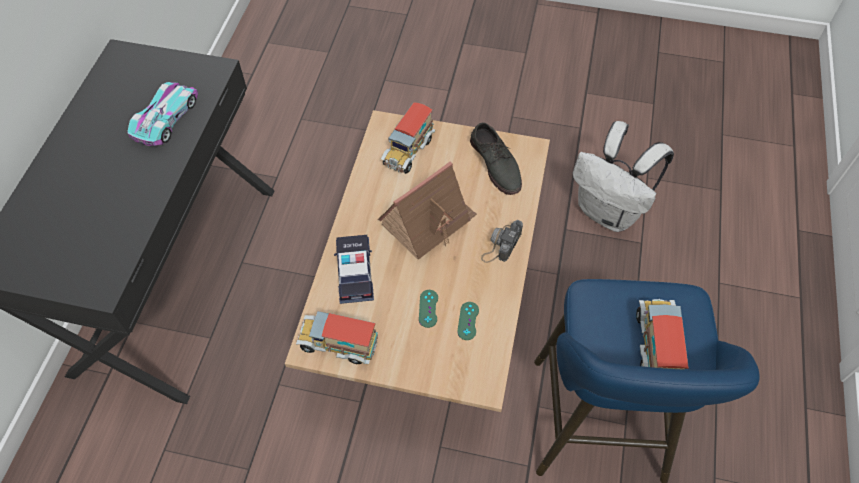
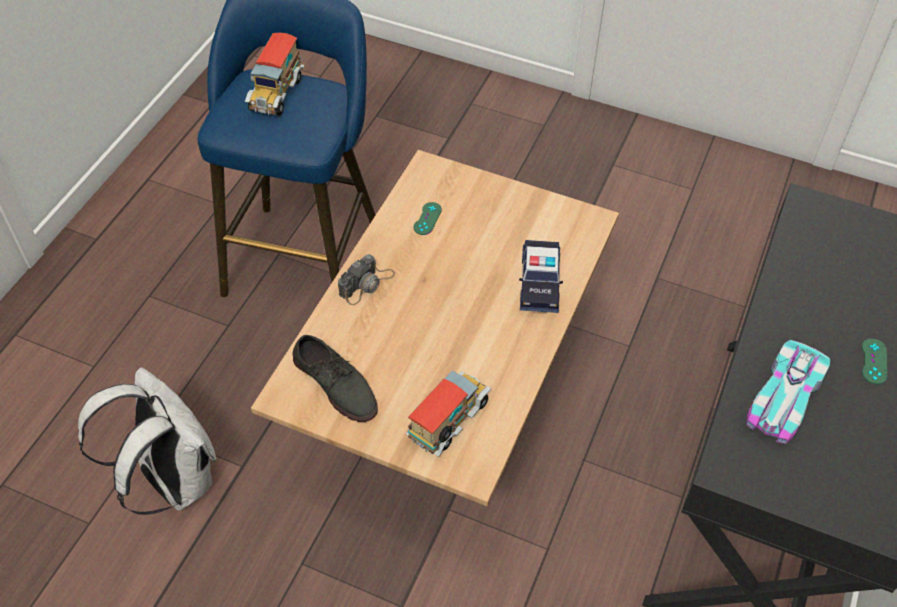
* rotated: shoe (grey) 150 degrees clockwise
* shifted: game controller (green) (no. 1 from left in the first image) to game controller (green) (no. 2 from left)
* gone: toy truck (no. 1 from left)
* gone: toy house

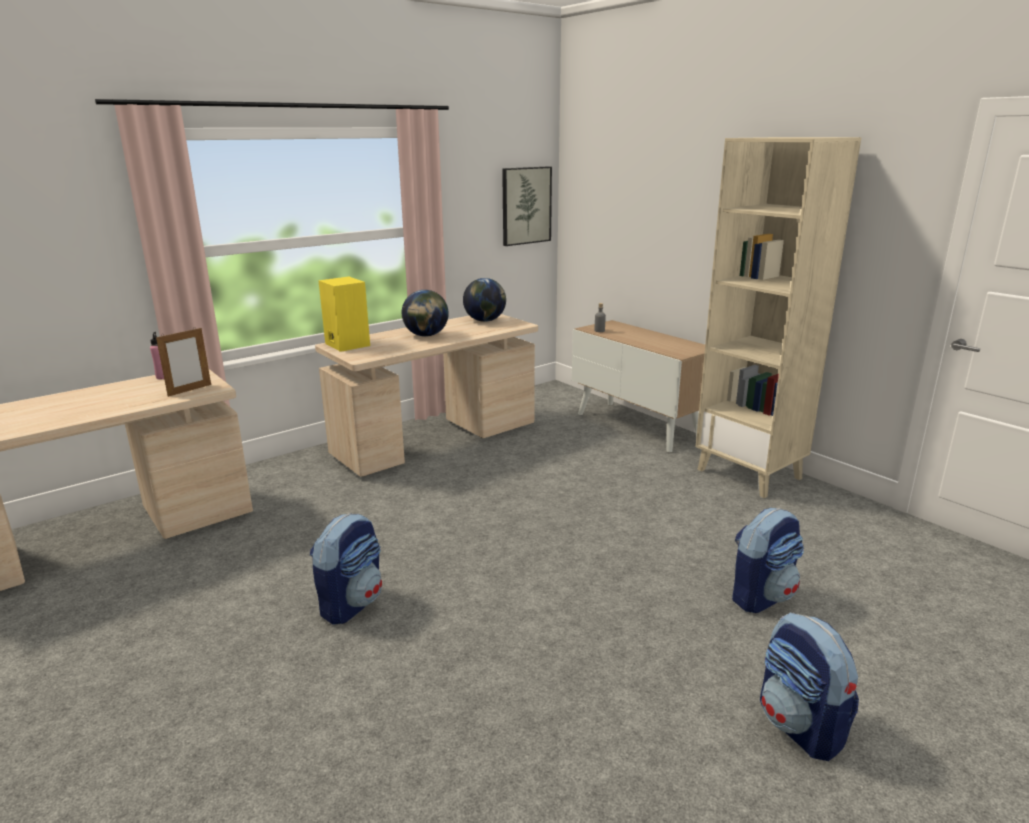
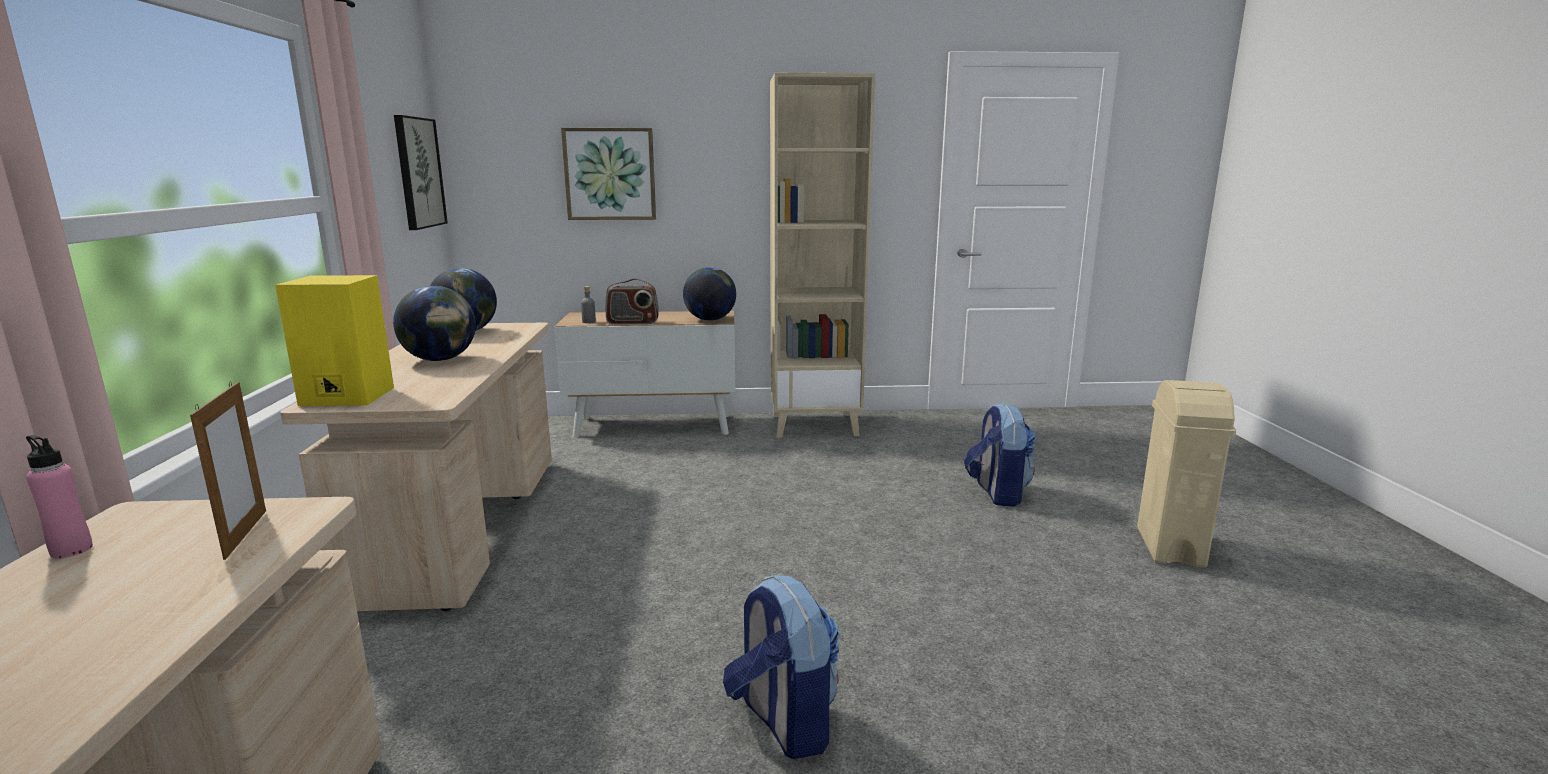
* new: picture (no. 2 from left)
* new: radio
* new: globe (no. 3 from left)
* swapped: backpack (no. 3 from left) to trash can (beige)

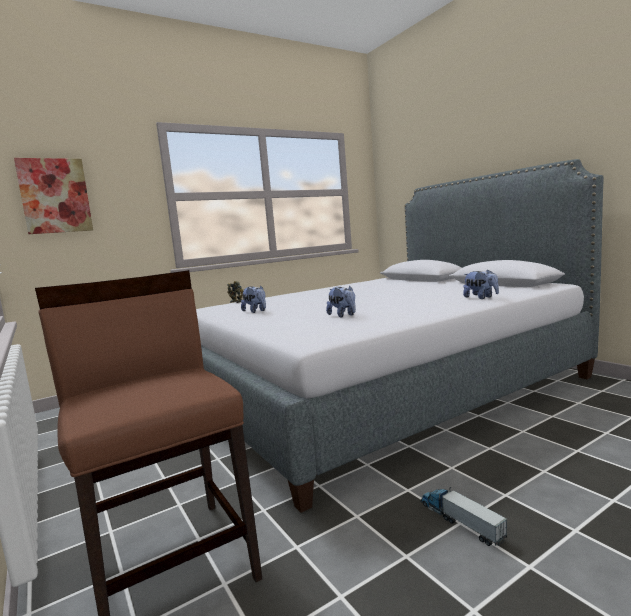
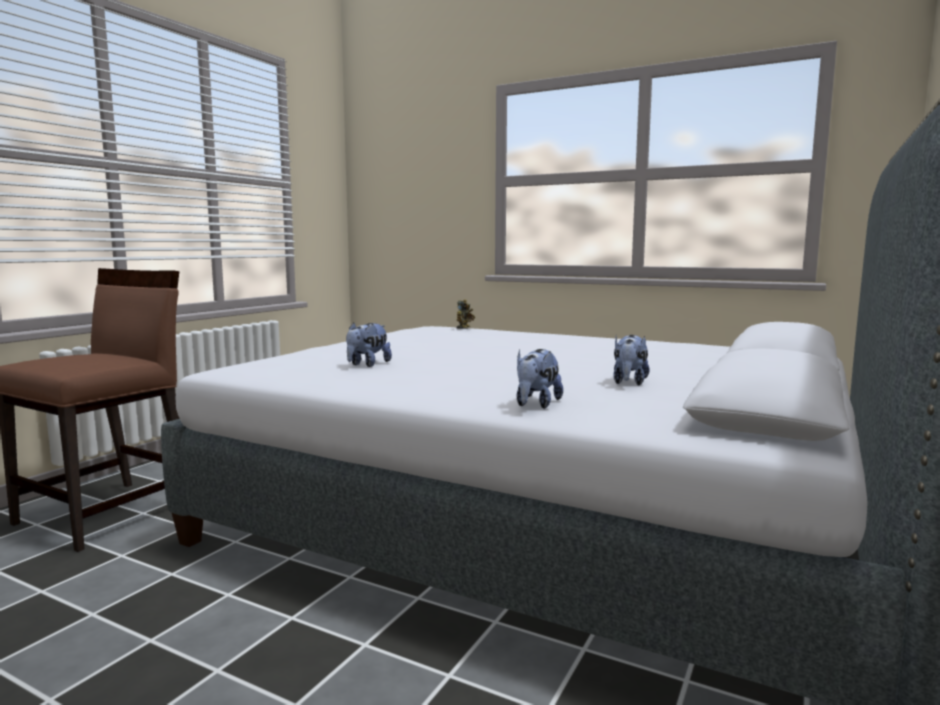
* shifted: plush toy (no. 1 from left in the first image) to plush toy (no. 3 from left)
* gone: picture
* gone: toy truck

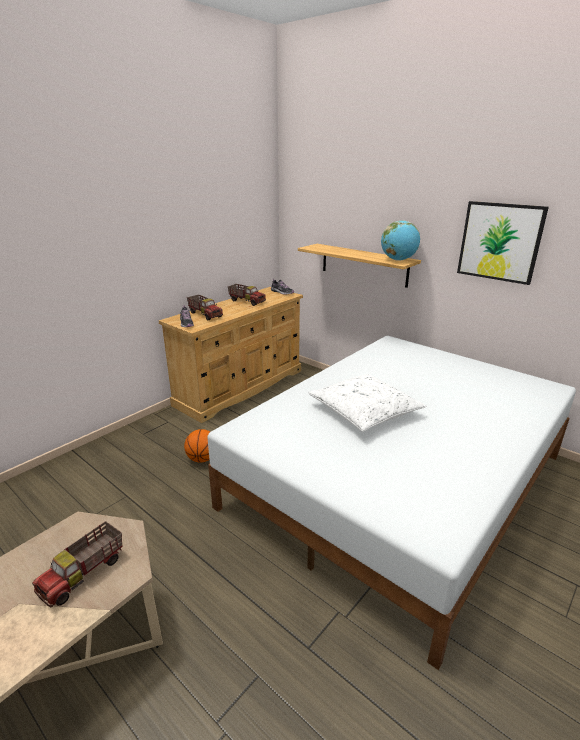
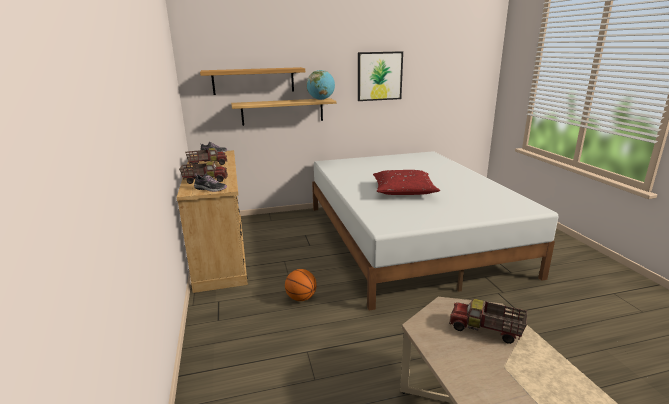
* new: shelf (no. 1 from left)
* repainted: pillow (white) to pillow (red)
* rotated: toy truck (no. 1 from left in the first image) 135 degrees clockwise

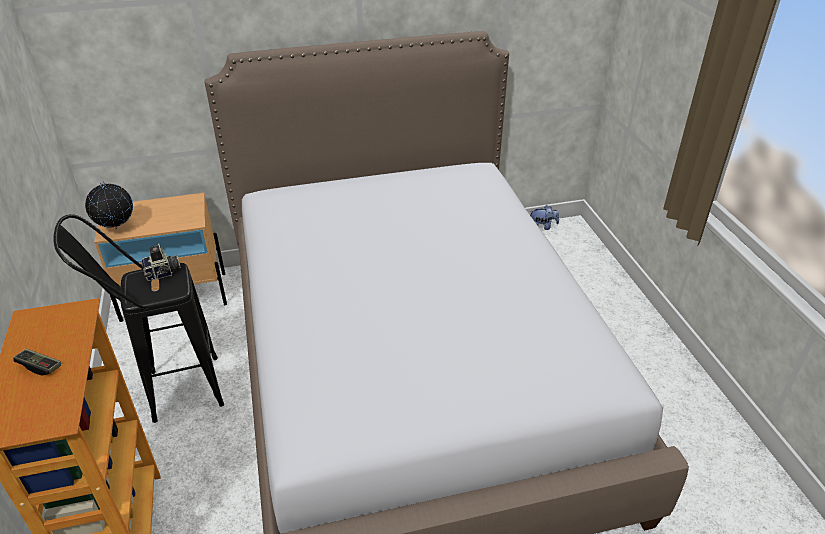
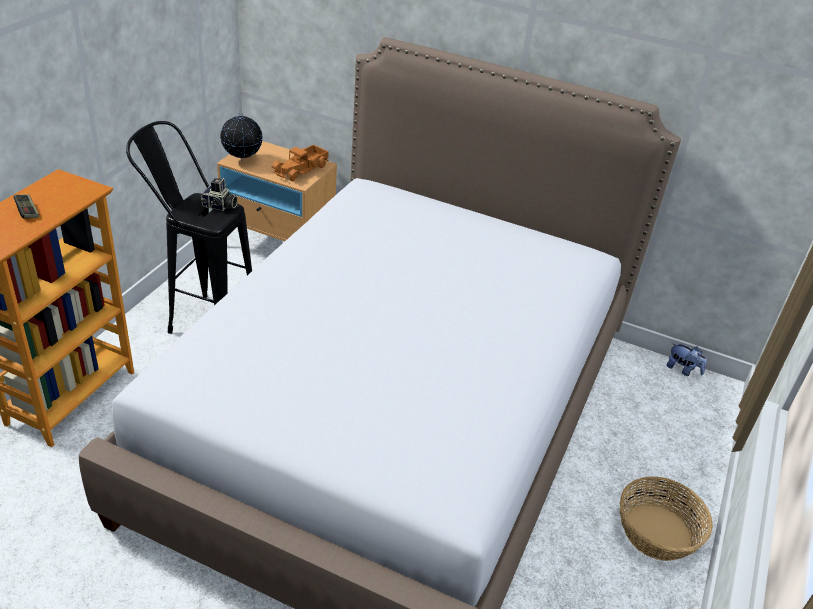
* new: toy truck
* new: basket

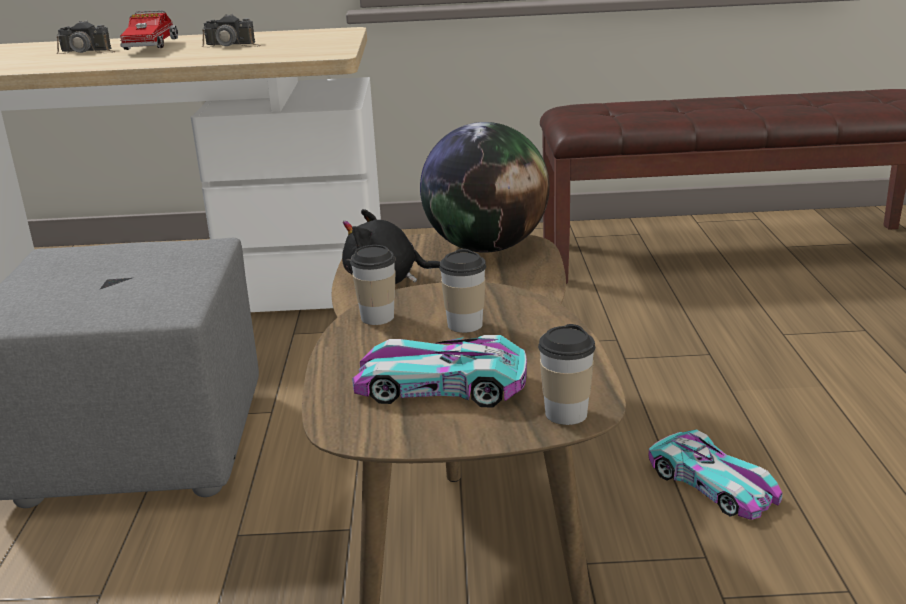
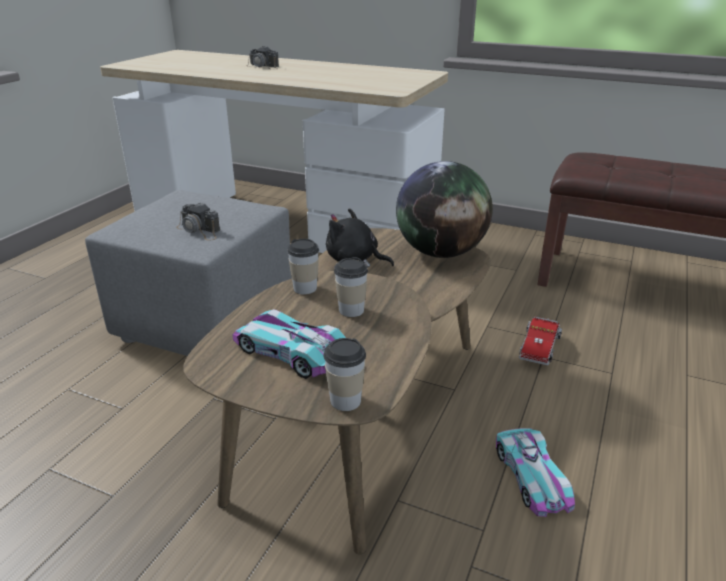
* shifted: photo camera (no. 2 from left in the first image) to photo camera (no. 1 from left)
* shifted: toy truck

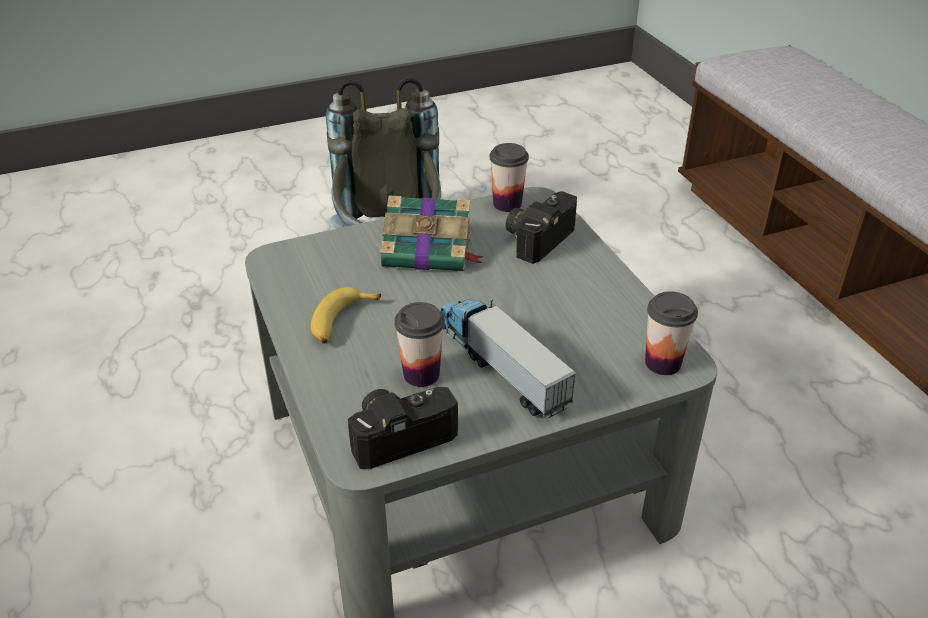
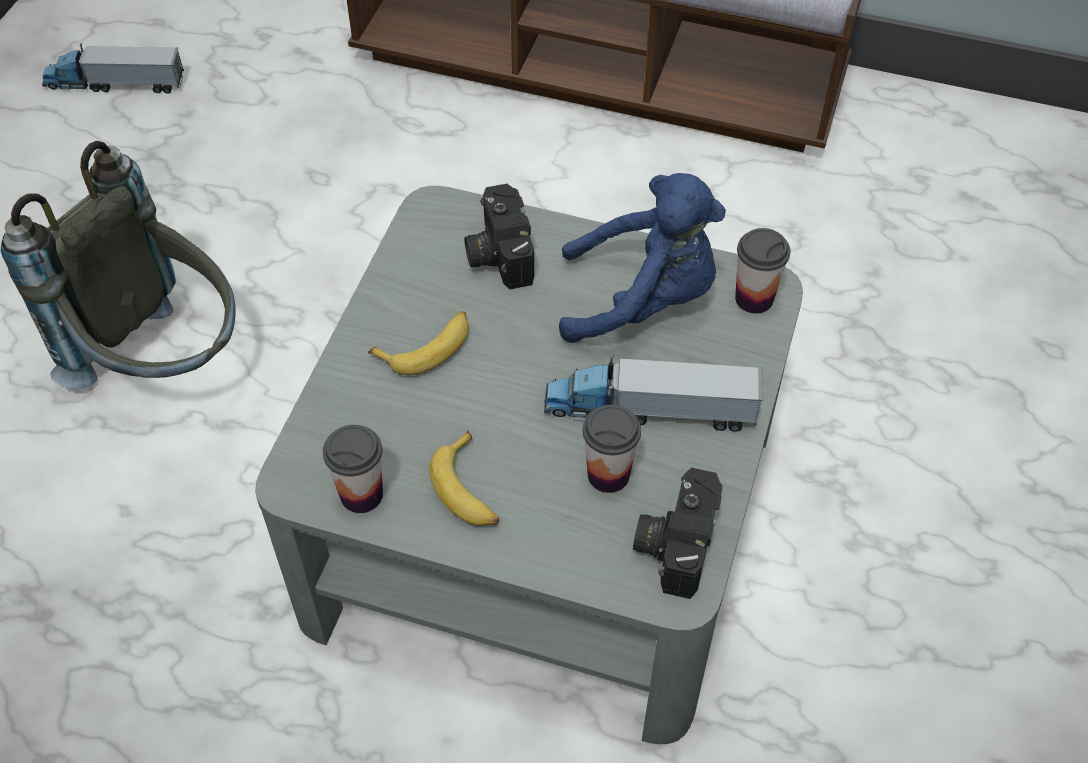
* new: toy truck (no. 1 from left)
* shifted: cup (no. 2 from left in the first image) to cup (no. 1 from left)
* swapped: book to banana (no. 1 from left)
* new: plush toy (blue)

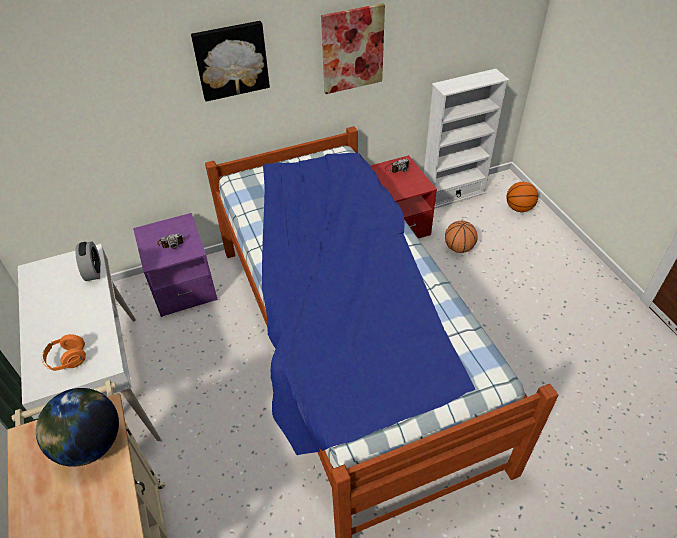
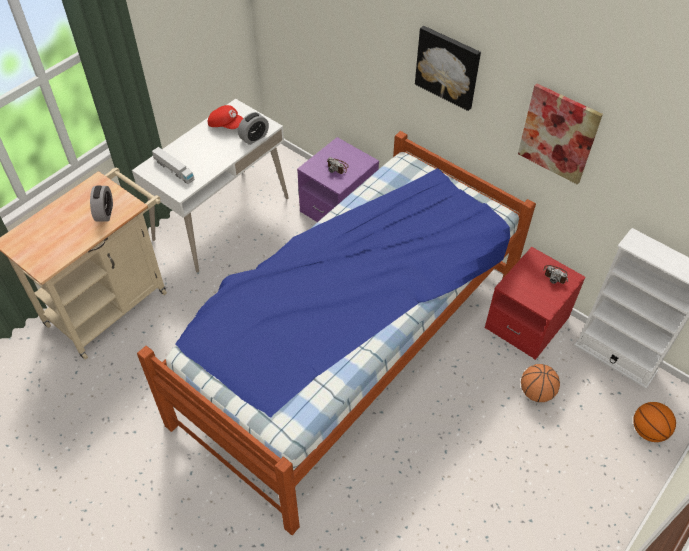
* swapped: globe to alarm clock (no. 1 from left)
* swapped: headphones (orange) to toy truck
* new: cap (red)

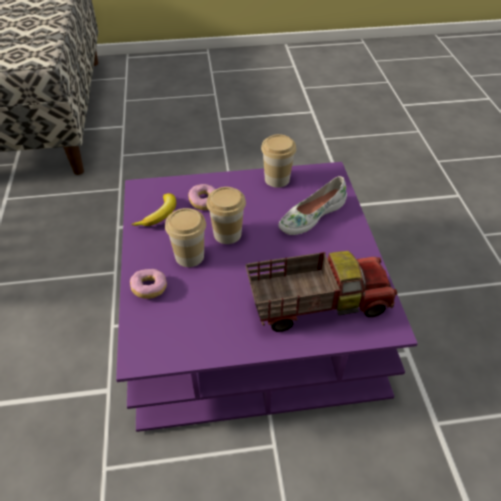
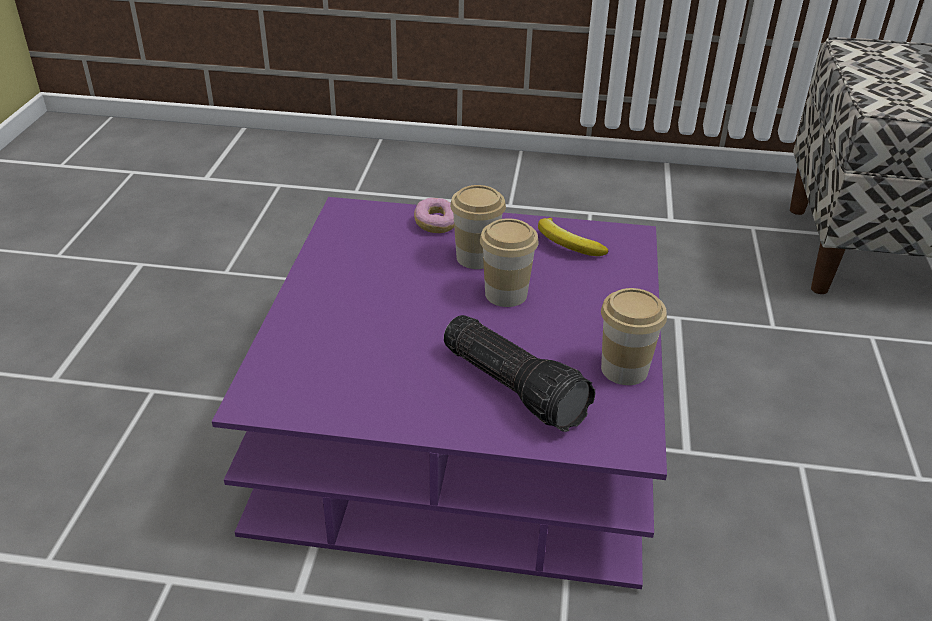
* swapped: shoe (white) to flashlight
* gone: donut (no. 2 from left)
* gone: toy truck

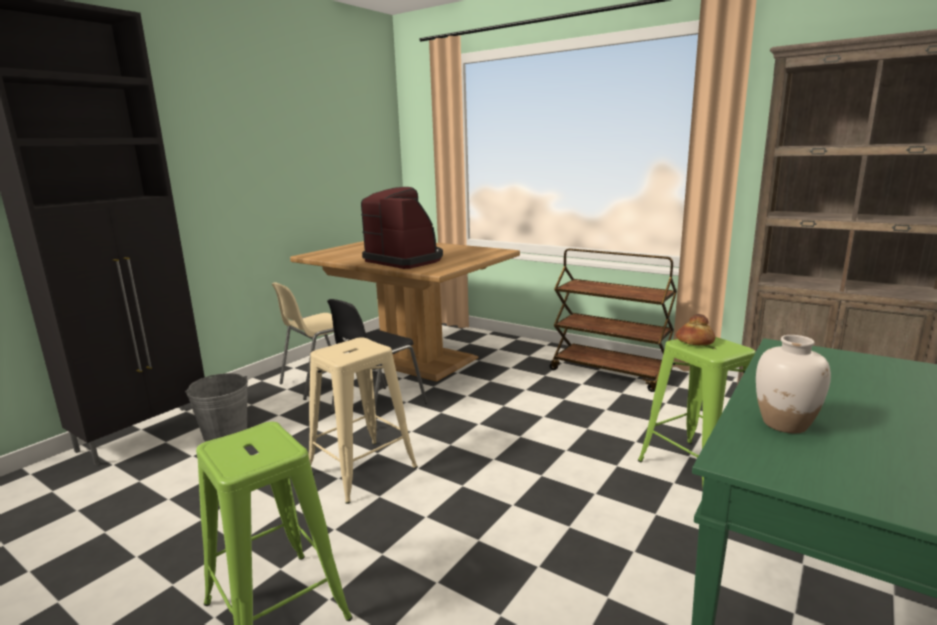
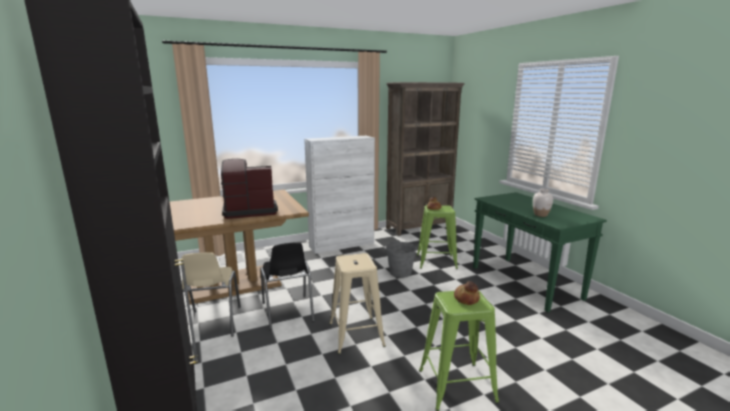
* swapped: cart (brown) to cabinet (white)
* shifted: bucket (grey)
* new: bread (no. 2 from left)

